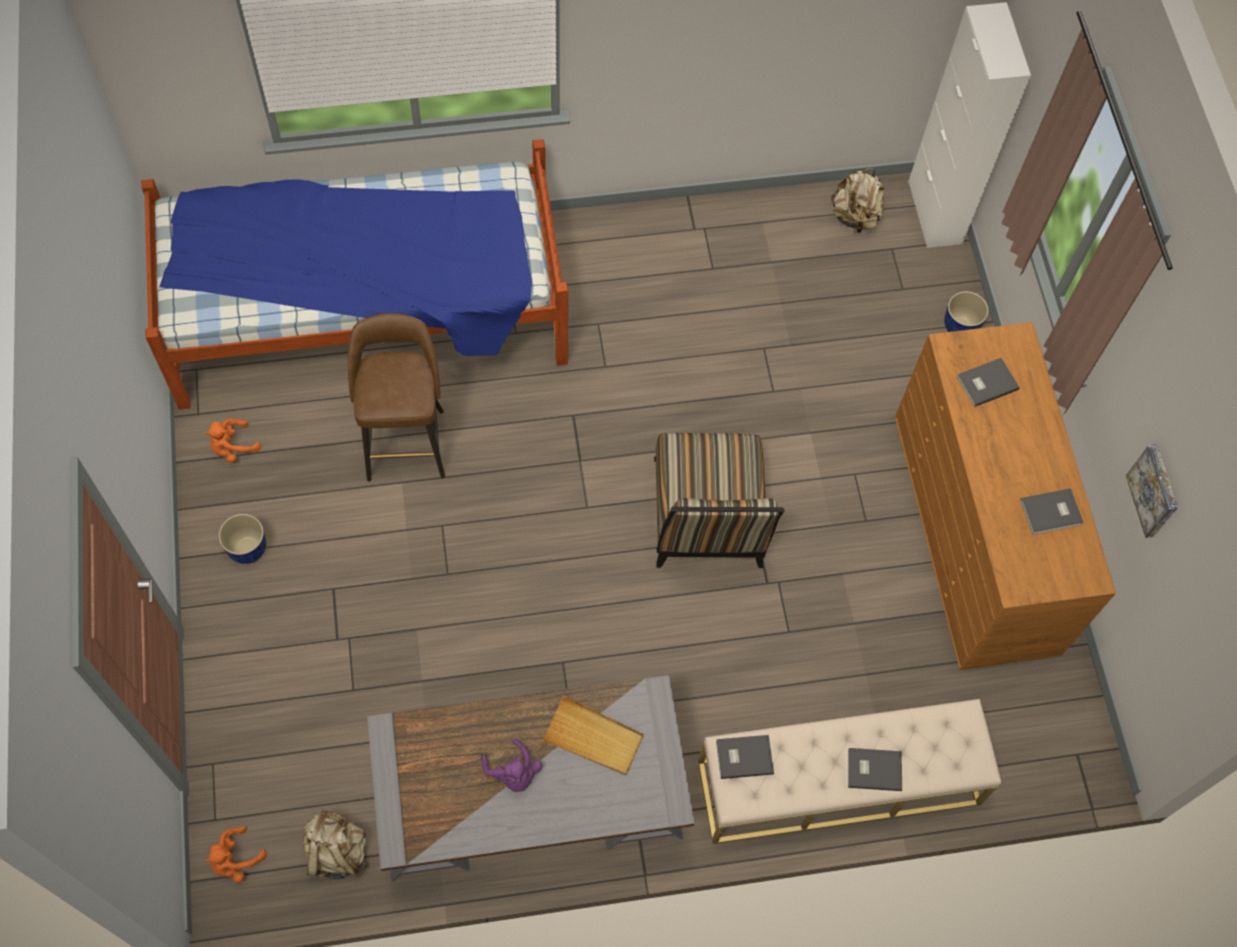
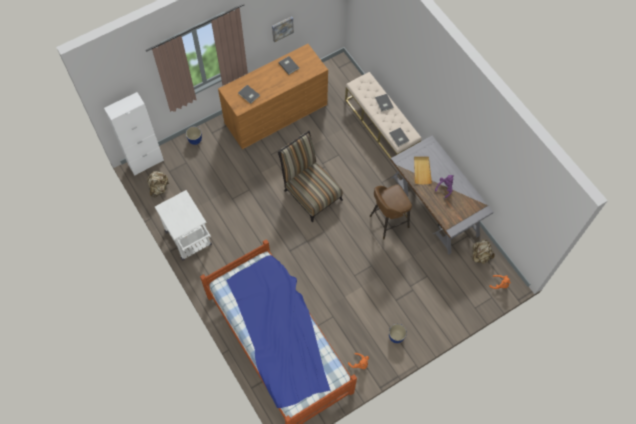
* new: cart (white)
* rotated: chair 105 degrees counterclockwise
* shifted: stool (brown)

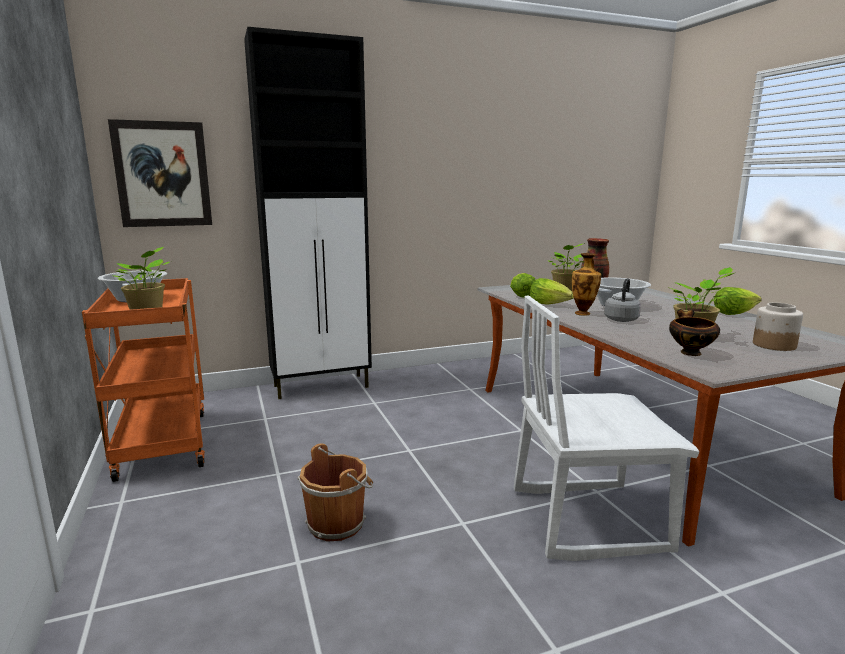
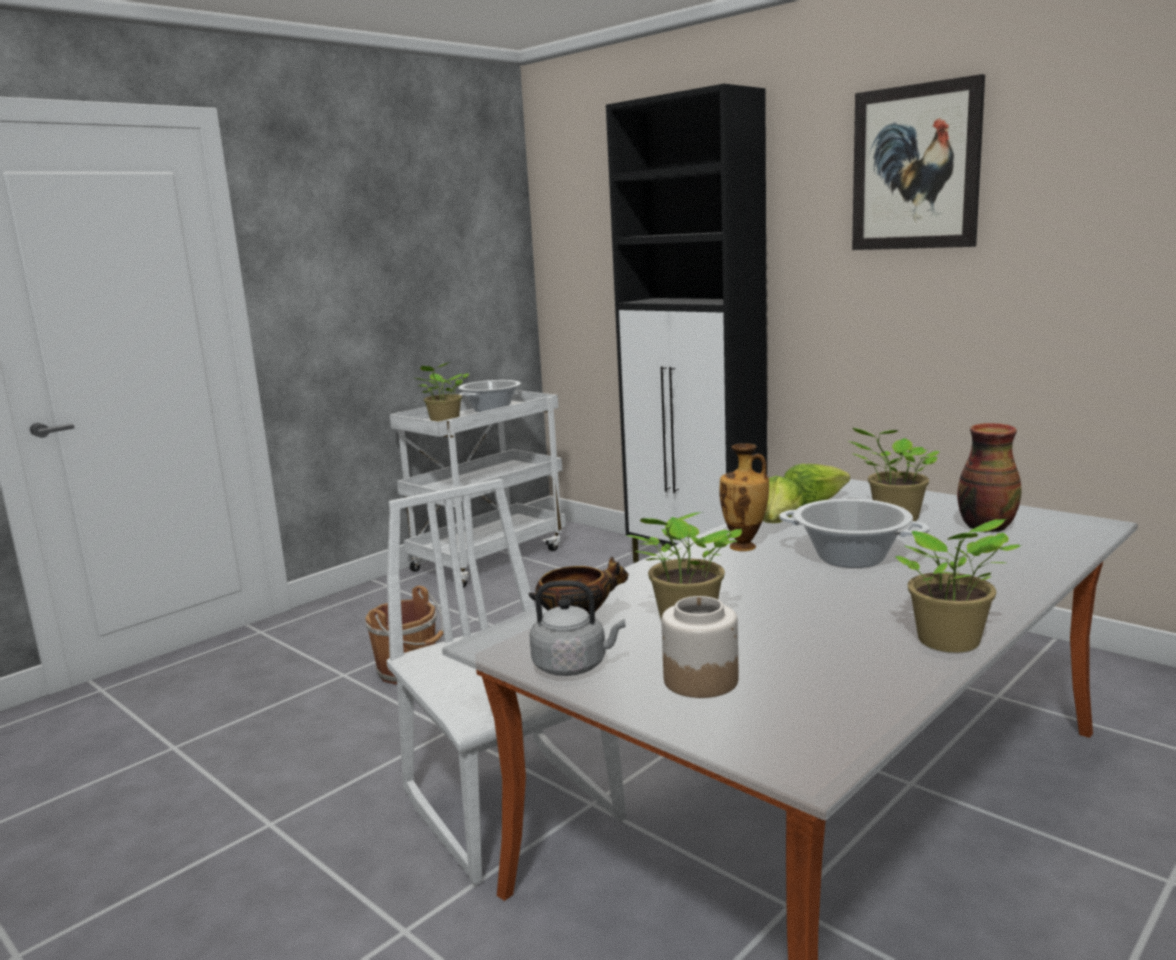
* repainted: cart (orange) to cart (white)
* shifted: kettle (grey)
* shifted: picture
* swapped: lettuce (no. 3 from left) to potted plant (no. 4 from left)

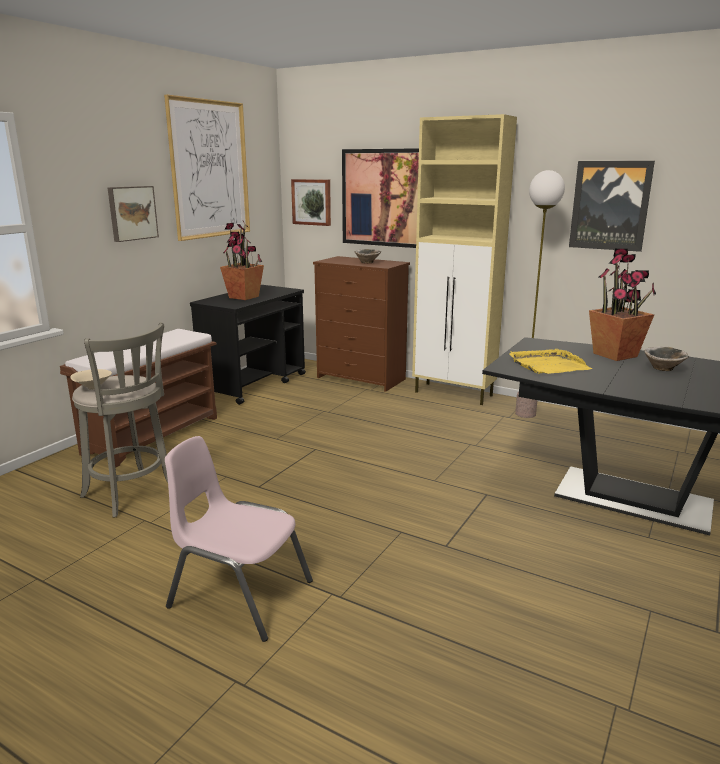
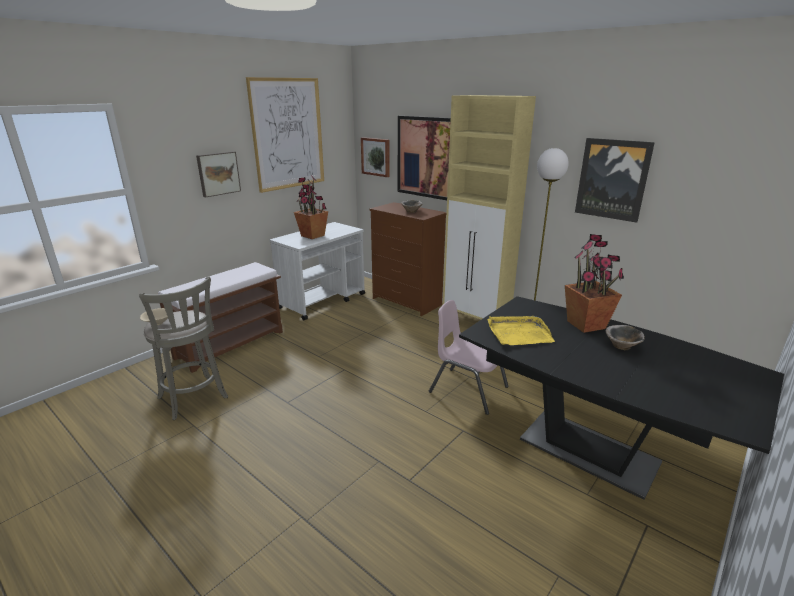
* repainted: cart (black) to cart (white)
* shifted: chair (pink)

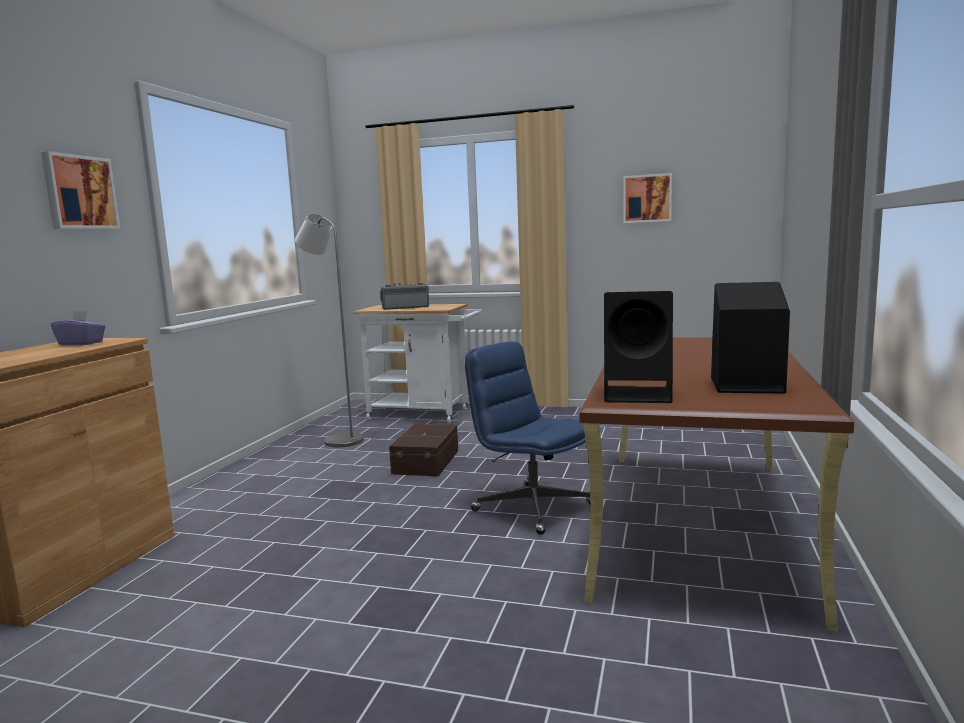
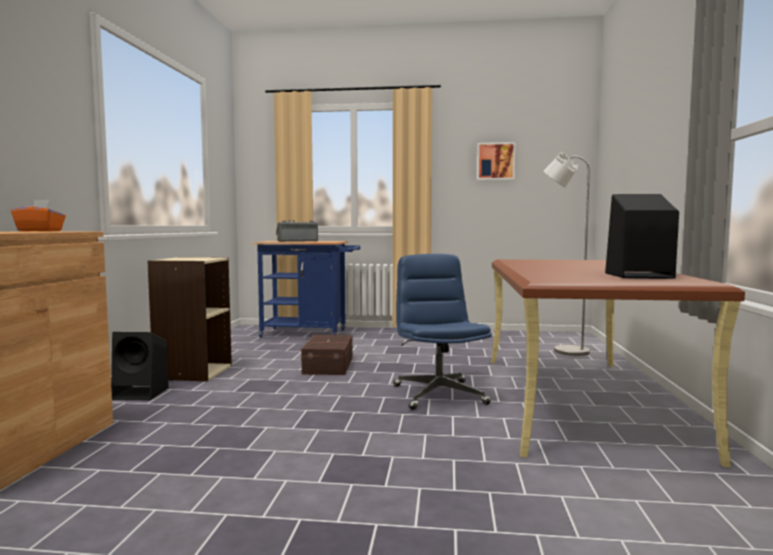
* repainted: tissue box (purple) to tissue box (orange)
* shifted: speaker (black) (no. 1 from left)
* new: bookcase (beige)
* repainted: cart (white) to cart (blue)
* rotated: office chair (blue) 45 degrees clockwise
* shifted: floor lamp (grey)
* gone: picture (no. 1 from left)

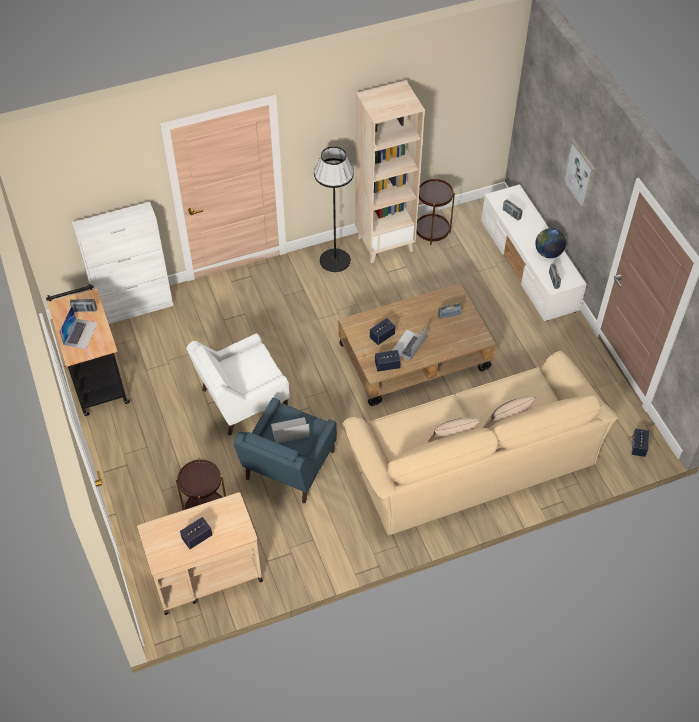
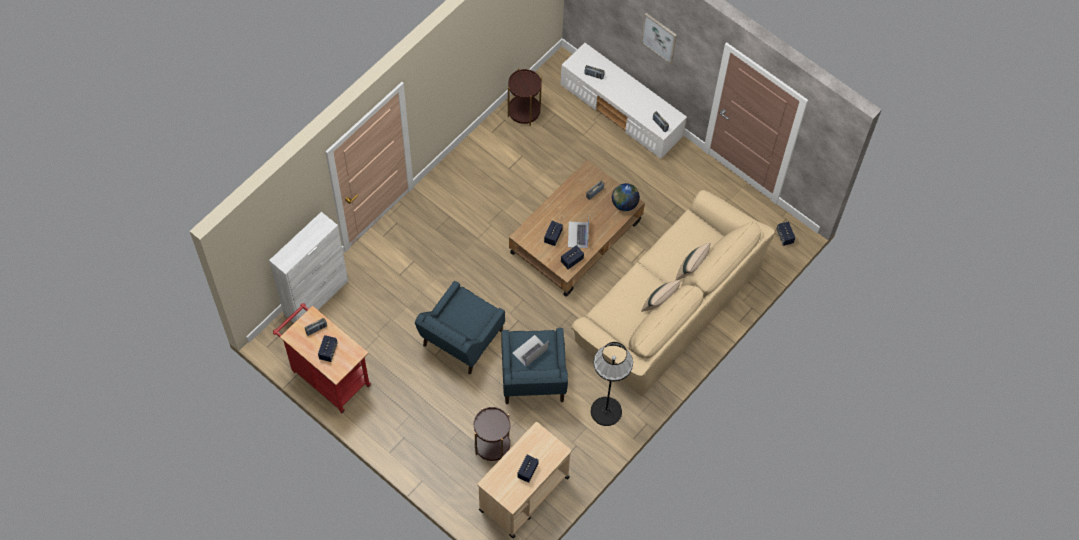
* repainted: cart (black) to cart (red)
* swapped: laptop (no. 1 from left) to speaker (no. 1 from left)
* repainted: armchair (white) to armchair (blue) (no. 1 from left)
* shifted: floor lamp (black)
* shifted: globe
* gone: bookcase (beige)

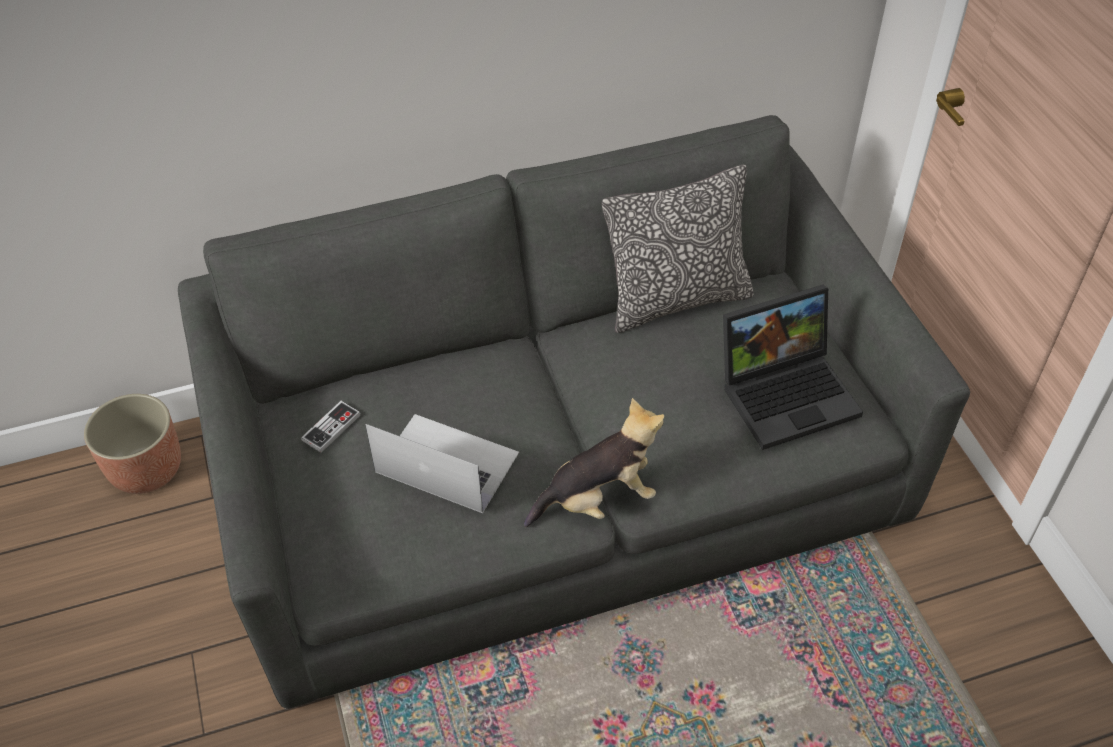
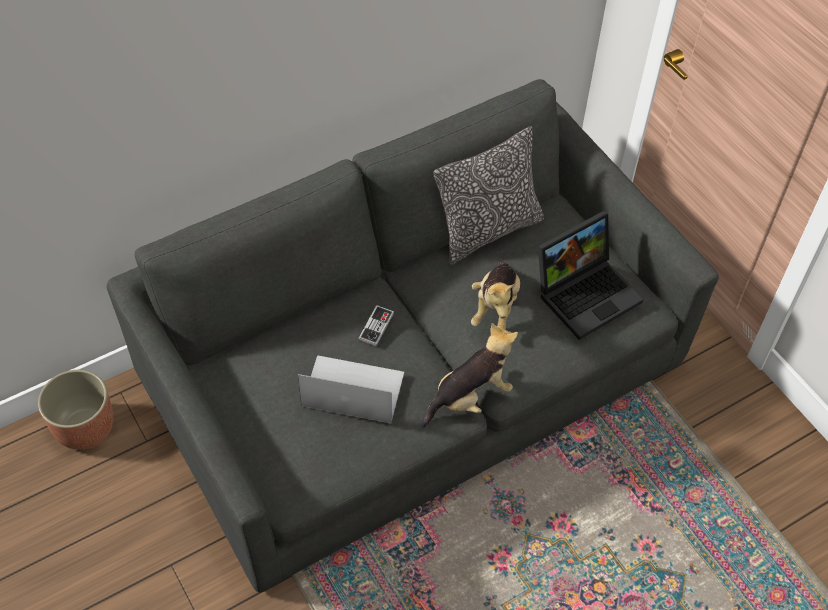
* shifted: game controller
* new: plush toy (no. 2 from left)

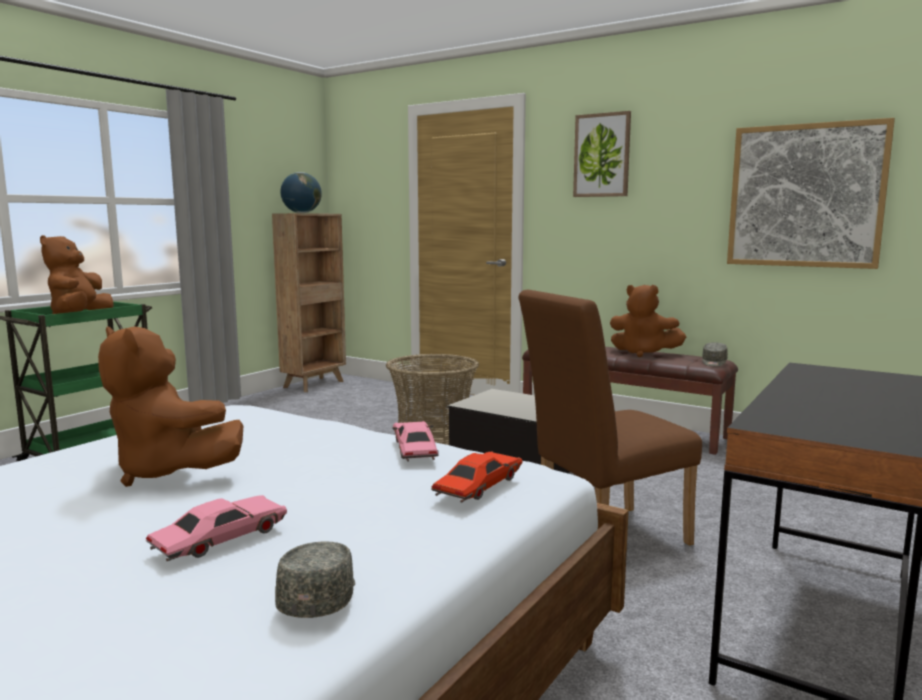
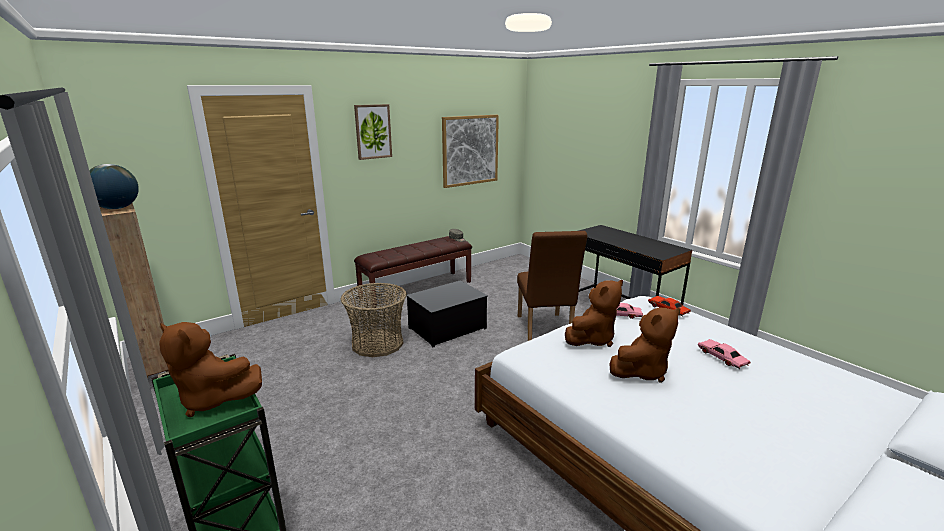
* shifted: plush toy (brown) (no. 3 from left in the first image) to plush toy (brown) (no. 2 from left)
* gone: cap (grey) (no. 1 from left)

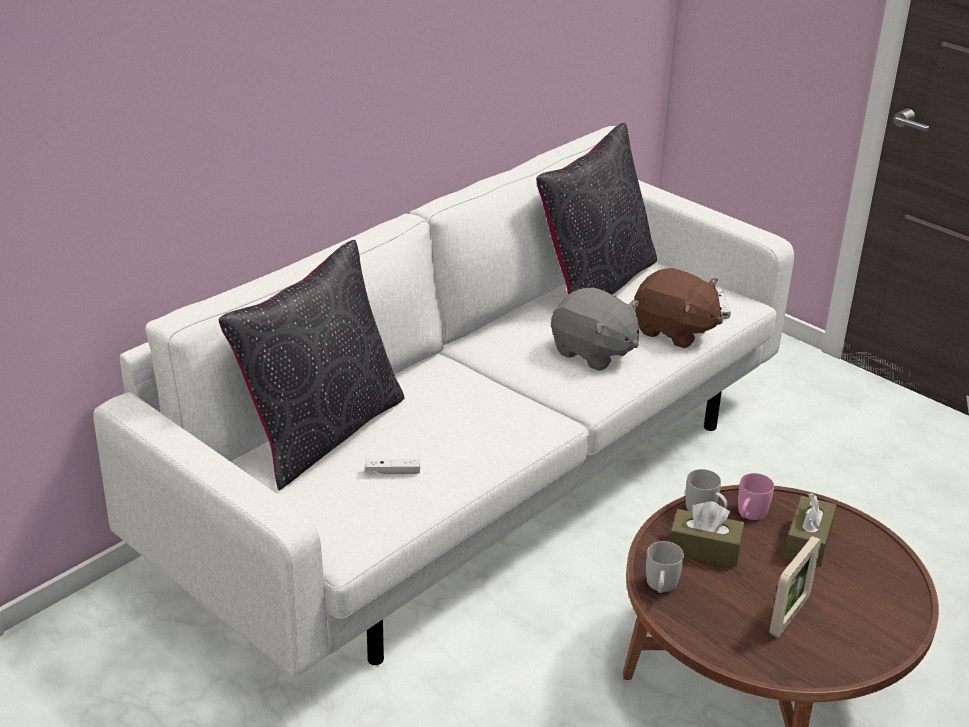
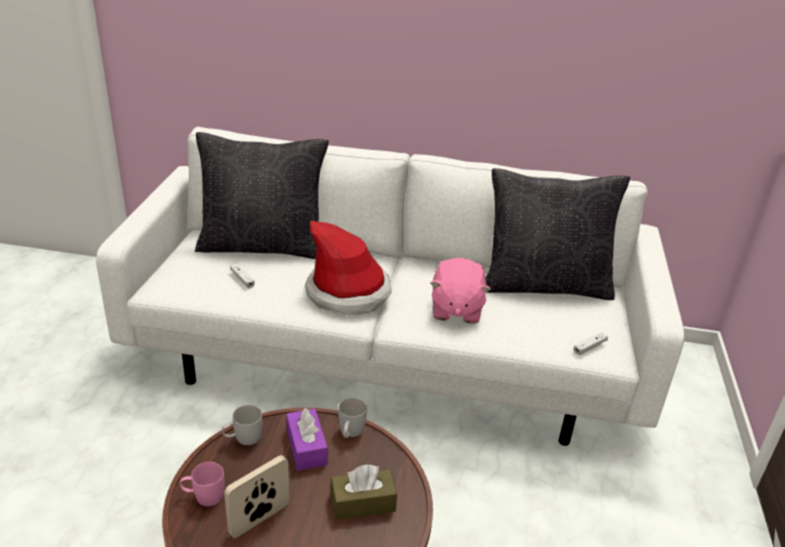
* shifted: mug (pink)
* rotated: picture frame 135 degrees clockwise
* repainted: tissue box (brown) (no. 1 from left) to tissue box (purple)
* new: hat
* repainted: plush toy (grey) to plush toy (pink)
* gone: plush toy (brown)

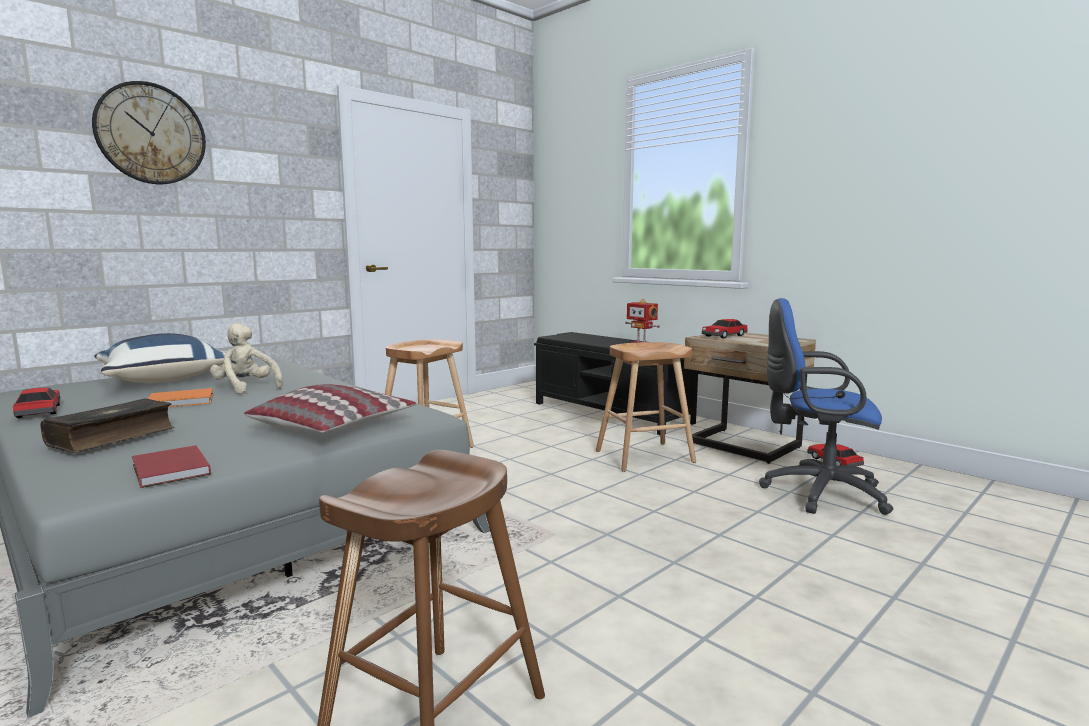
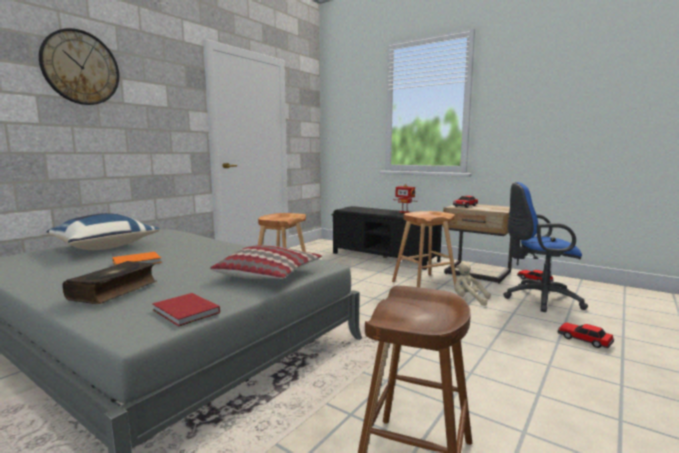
* shifted: plush toy (beige)
* shifted: toy car (no. 1 from left in the first image) to toy car (no. 3 from left)

